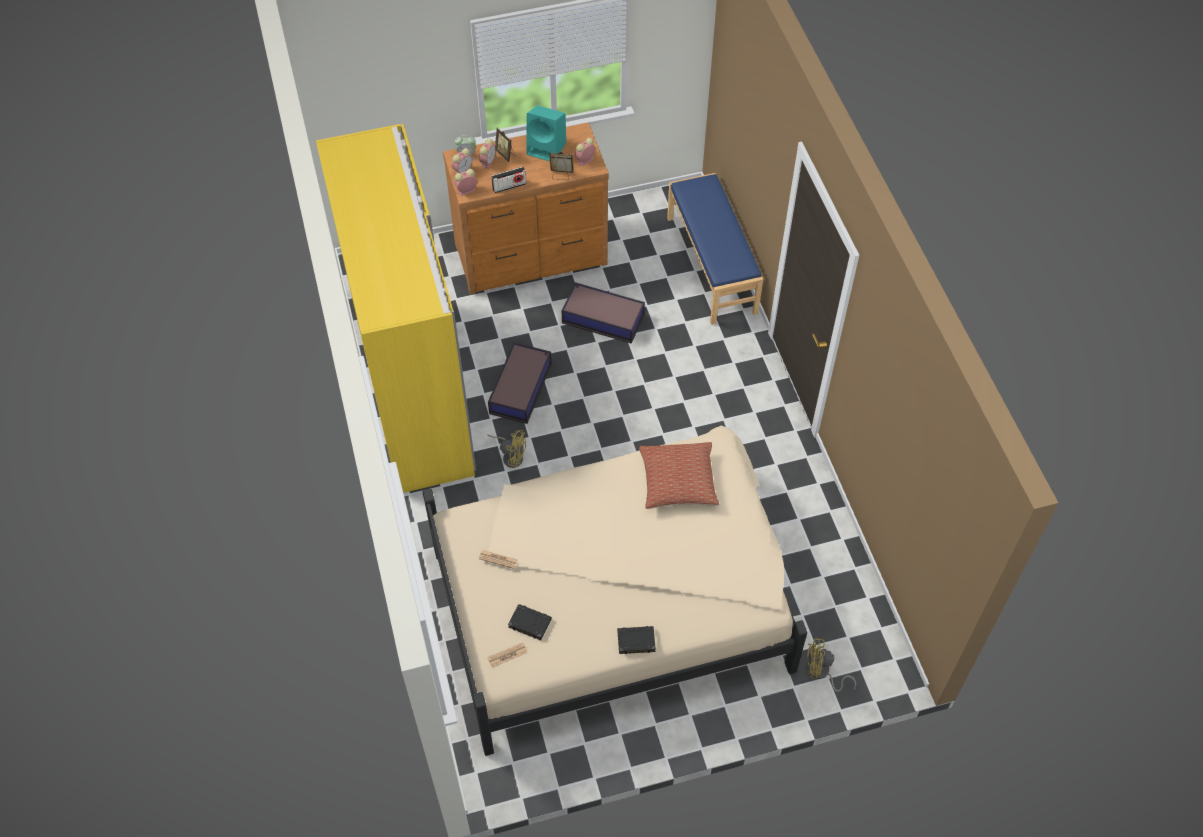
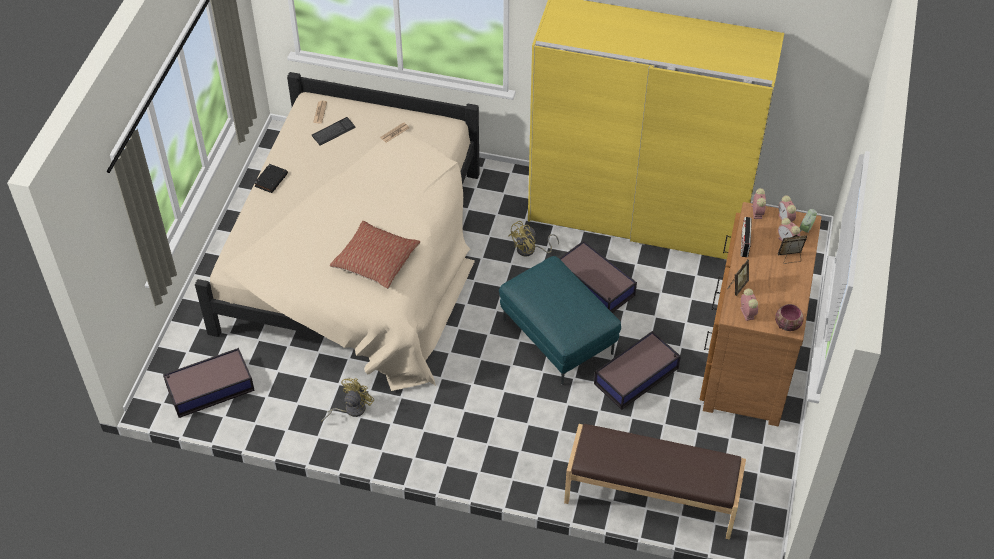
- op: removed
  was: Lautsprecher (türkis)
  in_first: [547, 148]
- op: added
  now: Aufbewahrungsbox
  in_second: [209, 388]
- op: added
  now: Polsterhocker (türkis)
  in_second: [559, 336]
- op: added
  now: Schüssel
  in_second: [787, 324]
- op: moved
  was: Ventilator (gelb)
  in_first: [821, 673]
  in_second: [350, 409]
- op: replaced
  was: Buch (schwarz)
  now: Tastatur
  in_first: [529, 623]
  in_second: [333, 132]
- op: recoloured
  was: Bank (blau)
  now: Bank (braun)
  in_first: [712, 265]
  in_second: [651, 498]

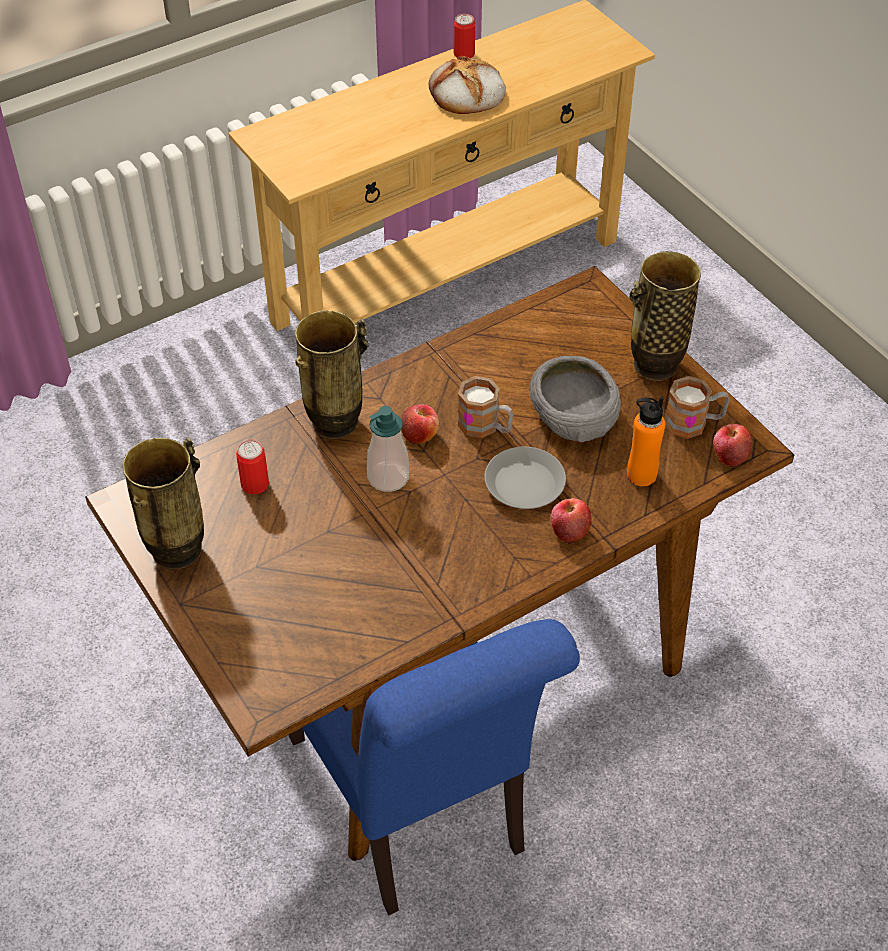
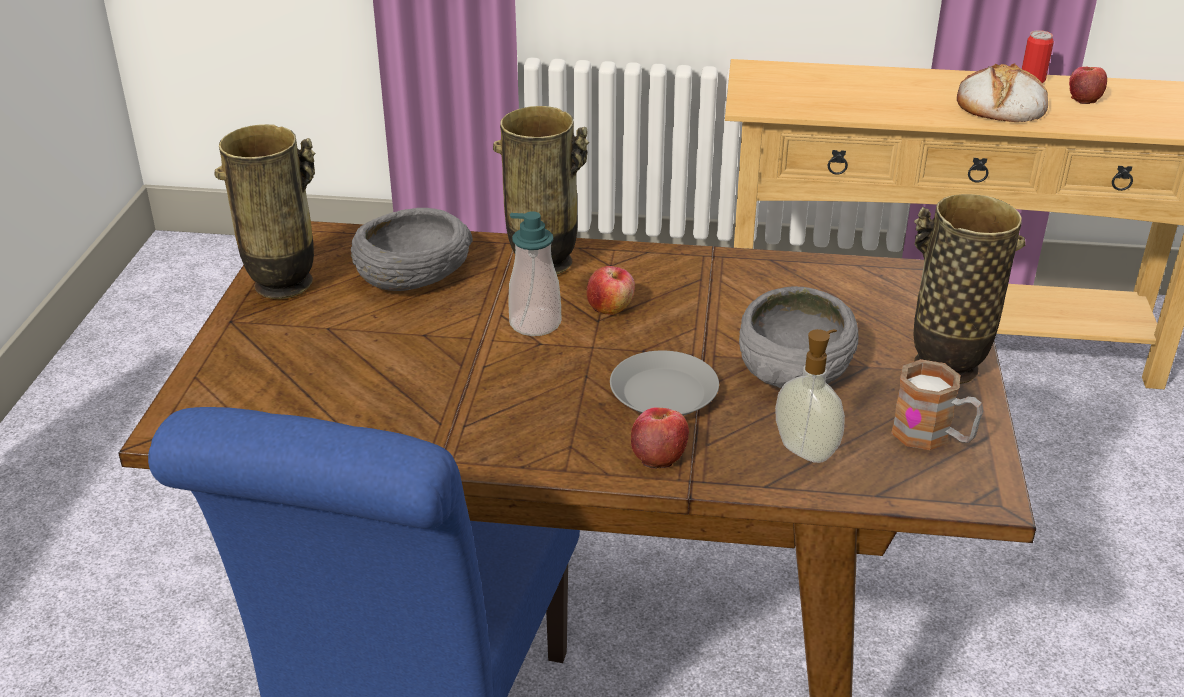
- op: removed
  was: Henkelbecher
  in_first: [485, 427]
- op: moved
  was: Apfel
  in_first: [729, 456]
  in_second: [1084, 98]
- op: replaced
  was: Dose
  now: Schüssel (grau)
  in_first: [255, 484]
  in_second: [412, 272]
- op: replaced
  was: Flasche (orange)
  now: Seifenspender
  in_first: [641, 475]
  in_second: [807, 449]

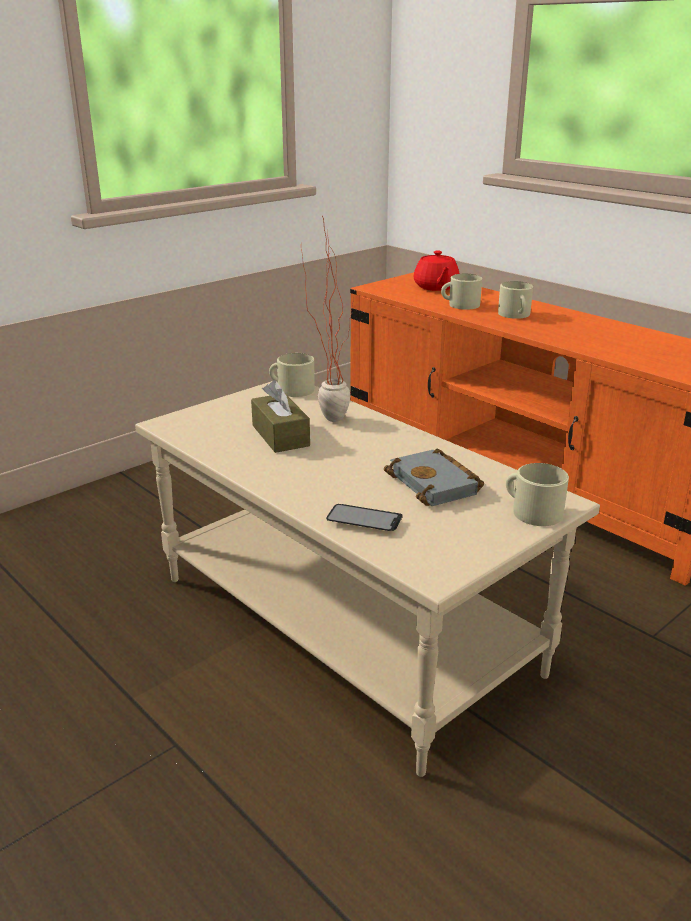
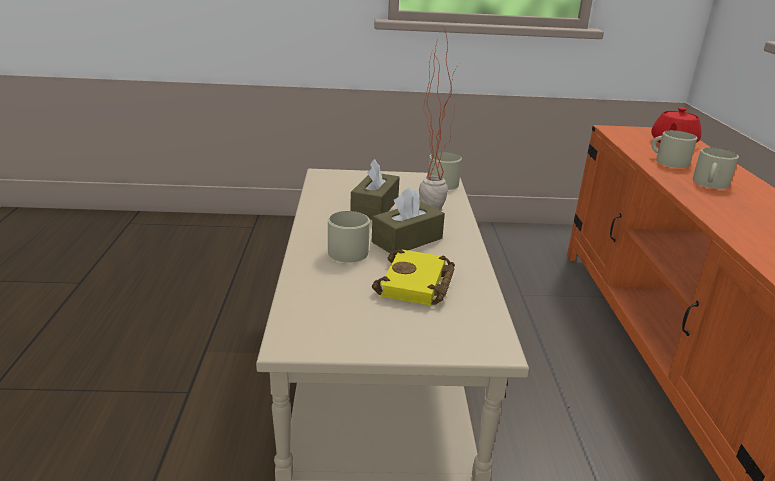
- op: removed
  was: Handy
  in_first: [364, 520]
- op: added
  now: Taschentuchbox (braun)
  in_second: [407, 240]
- op: moved
  was: Henkelbecher (beige)
  in_first: [531, 511]
  in_second: [347, 250]
- op: recoloured
  was: Buch (grau)
  now: Buch (gelb)
  in_first: [437, 484]
  in_second: [417, 285]

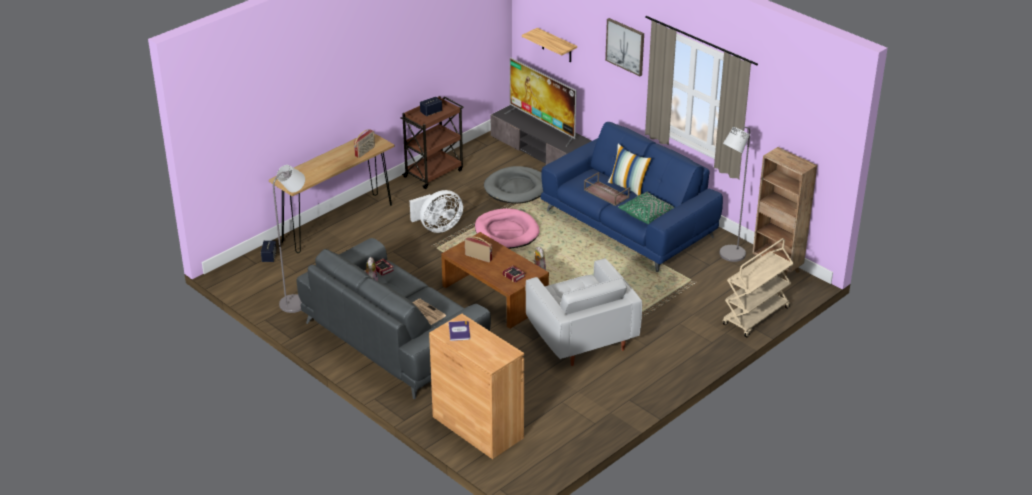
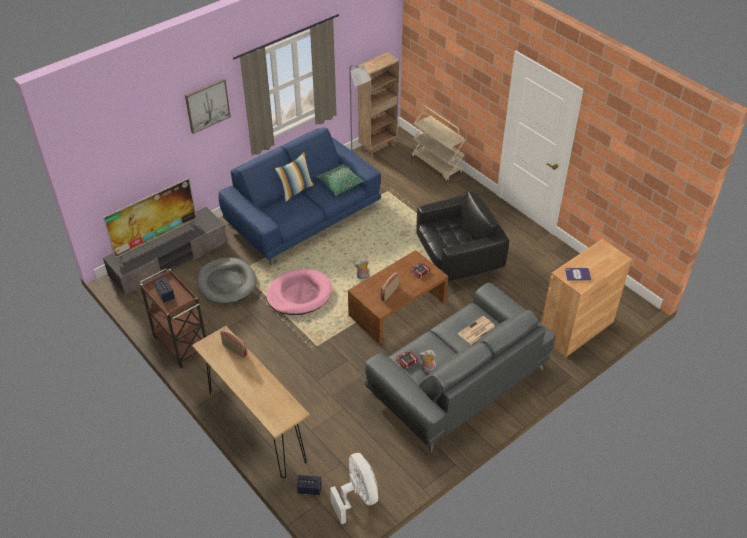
- op: removed
  was: Stehlampe (grau)
  in_first: [297, 302]
- op: removed
  was: Wandregal
  in_first: [556, 46]
- op: removed
  was: Tablett (braun)
  in_first: [605, 193]
- op: moved
  was: Ventilator (weiß)
  in_first: [437, 227]
  in_second: [357, 497]
- op: recoloured
  was: Sessel (weiß)
  now: Sessel (schwarz)
  in_first: [580, 336]
  in_second: [458, 259]

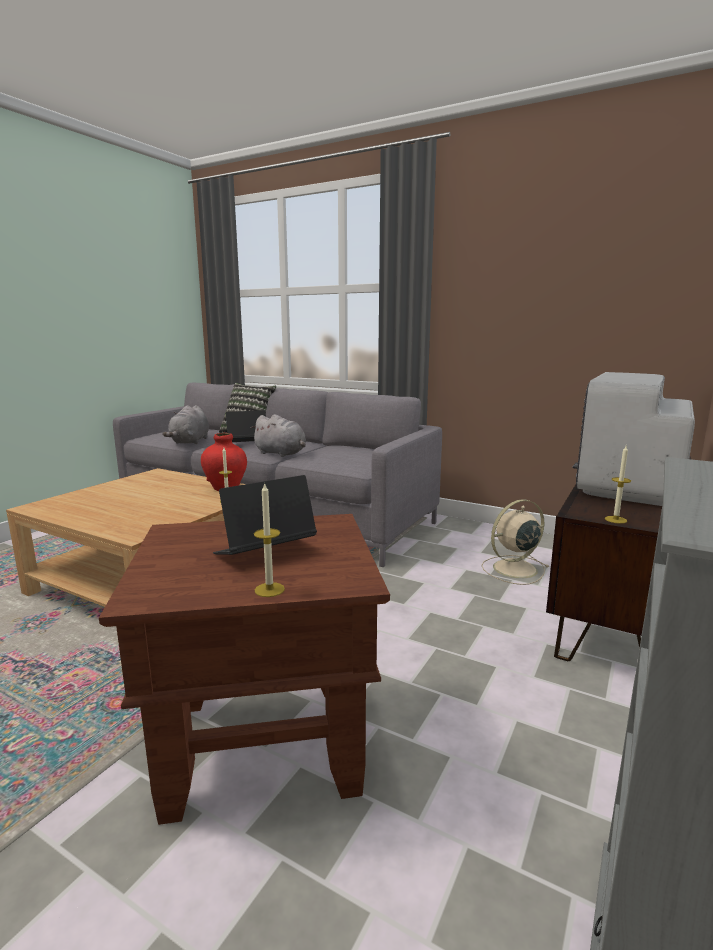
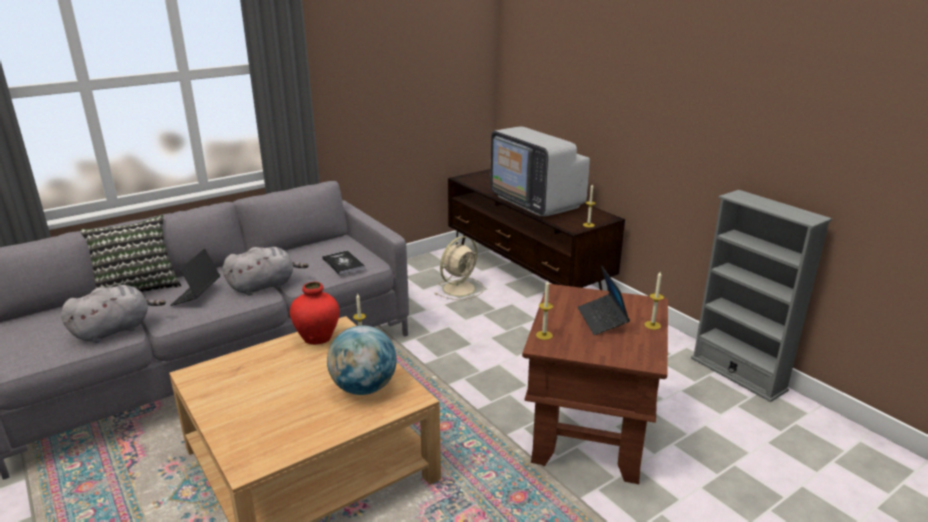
- op: added
  now: Buch
  in_second: [343, 263]
- op: added
  now: Globus
  in_second: [363, 388]
- op: added
  now: Kerze
  in_second: [544, 335]
- op: turned
  was: Plüschtier (grau)
  in_first: [190, 442]
  in_second: [115, 330]
  clockwise: -75
- op: turned
  was: Ventilator (beige)
  in_first: [513, 569]
  in_second: [460, 288]
  clockwise: -135

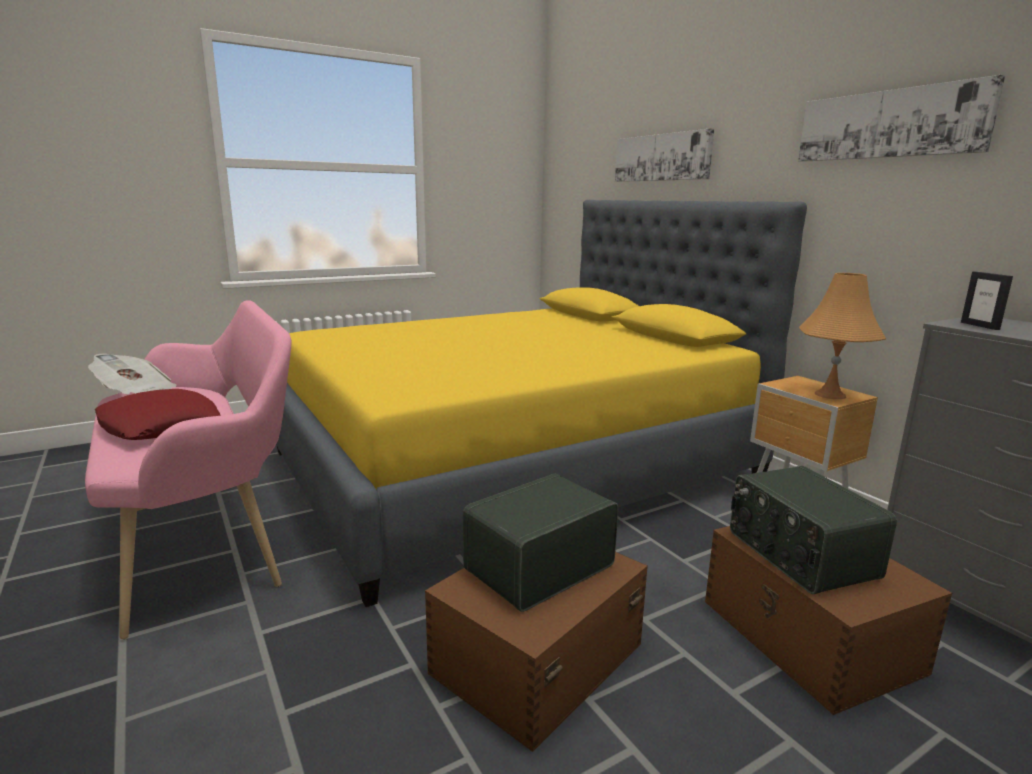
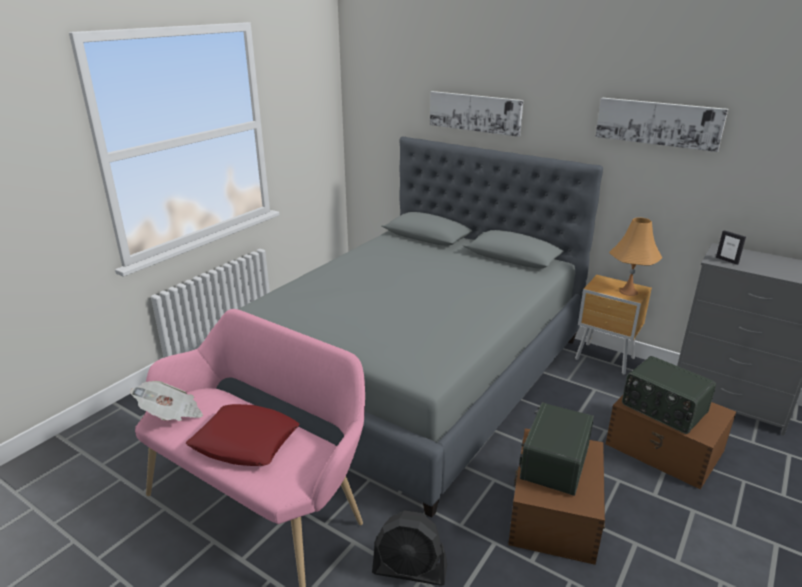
- op: added
  now: Ventilator (schwarz)
  in_second: [410, 570]
- op: recoloured
  was: Bett (gelb)
  now: Bett (grau)
  in_first: [512, 466]
  in_second: [415, 372]

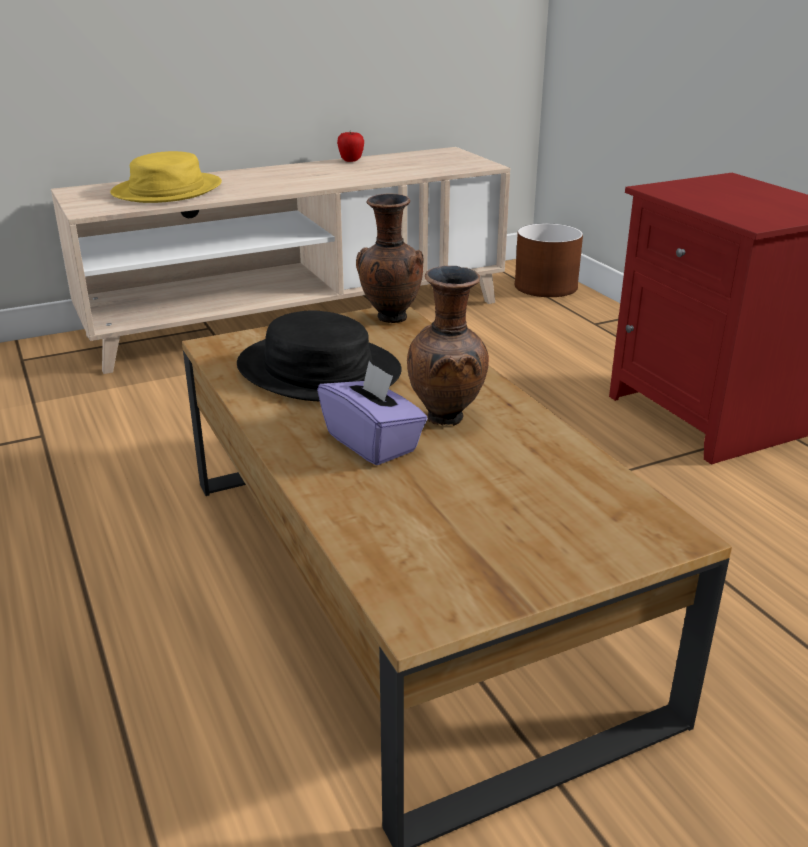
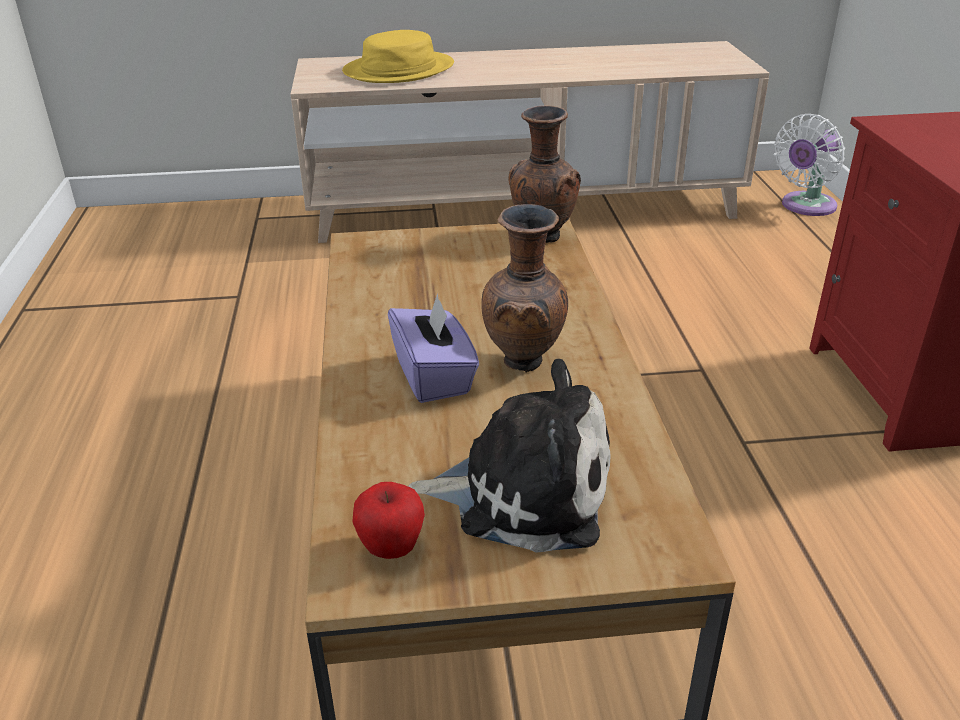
- op: removed
  was: Hut (schwarz)
  in_first: [318, 370]
- op: added
  now: Plüschtier
  in_second: [524, 491]
- op: moved
  was: Apfel
  in_first: [351, 161]
  in_second: [391, 548]
- op: replaced
  was: Pflanzkübel (braun)
  now: Ventilator (weiß)
  in_first: [546, 286]
  in_second: [805, 206]

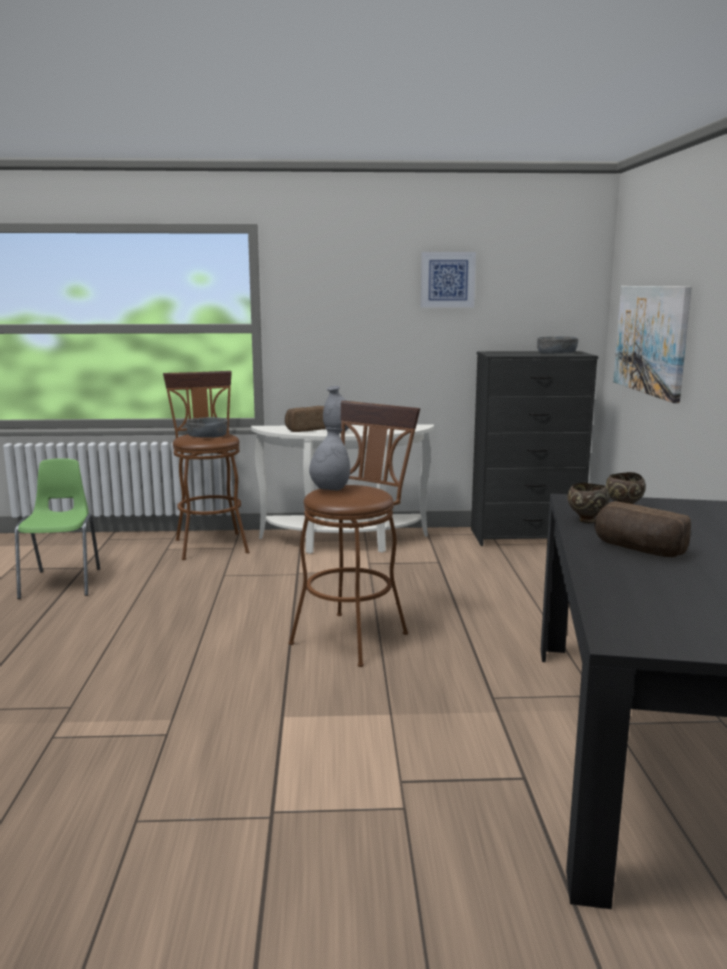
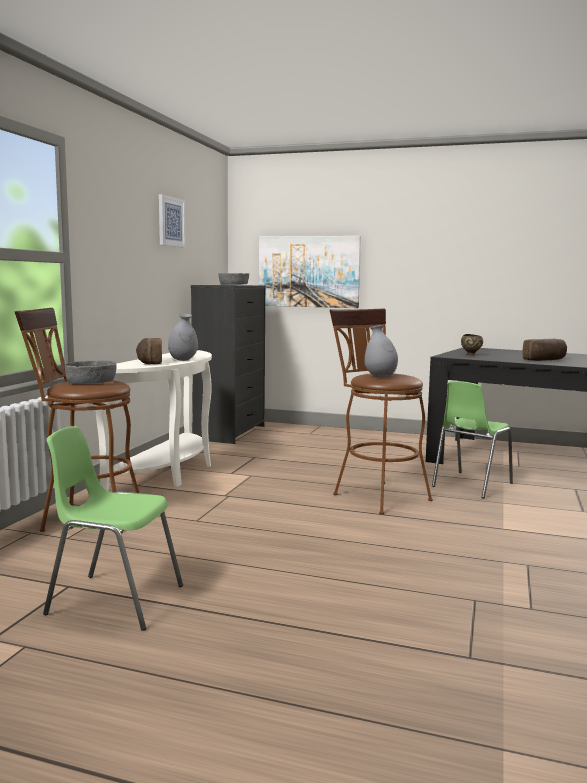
- op: removed
  was: Schüssel (braun)
  in_first: [585, 520]
- op: added
  now: Stuhl (grün)
  in_second: [470, 485]

